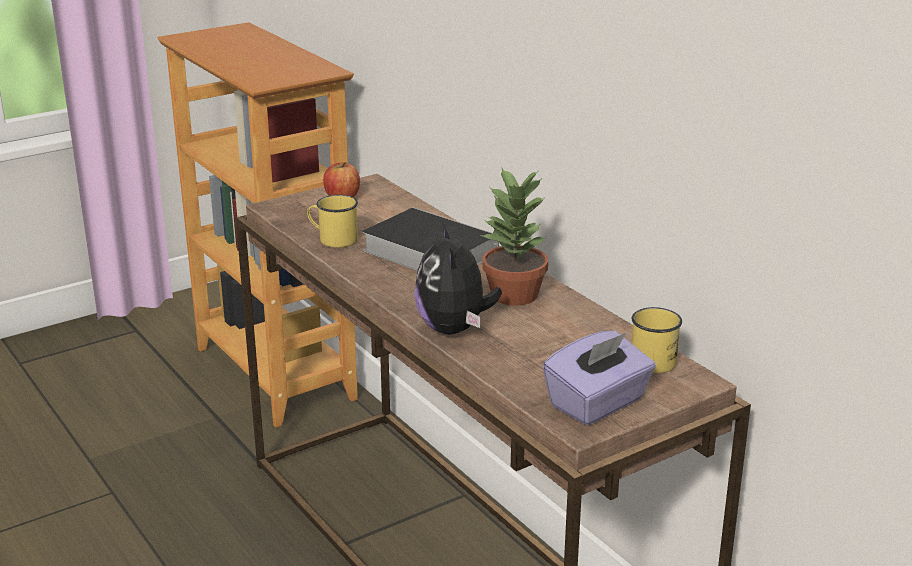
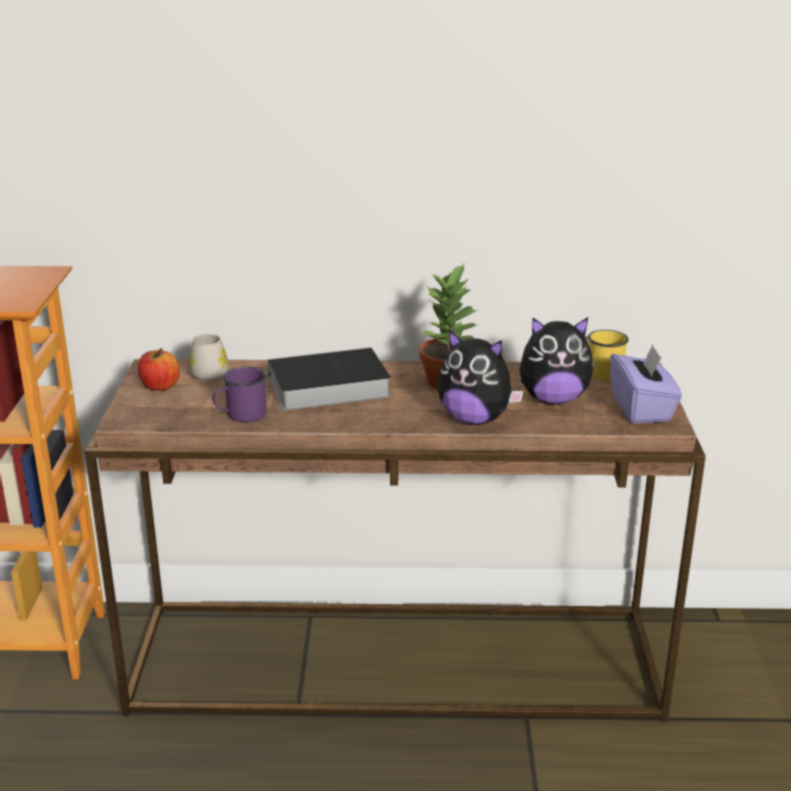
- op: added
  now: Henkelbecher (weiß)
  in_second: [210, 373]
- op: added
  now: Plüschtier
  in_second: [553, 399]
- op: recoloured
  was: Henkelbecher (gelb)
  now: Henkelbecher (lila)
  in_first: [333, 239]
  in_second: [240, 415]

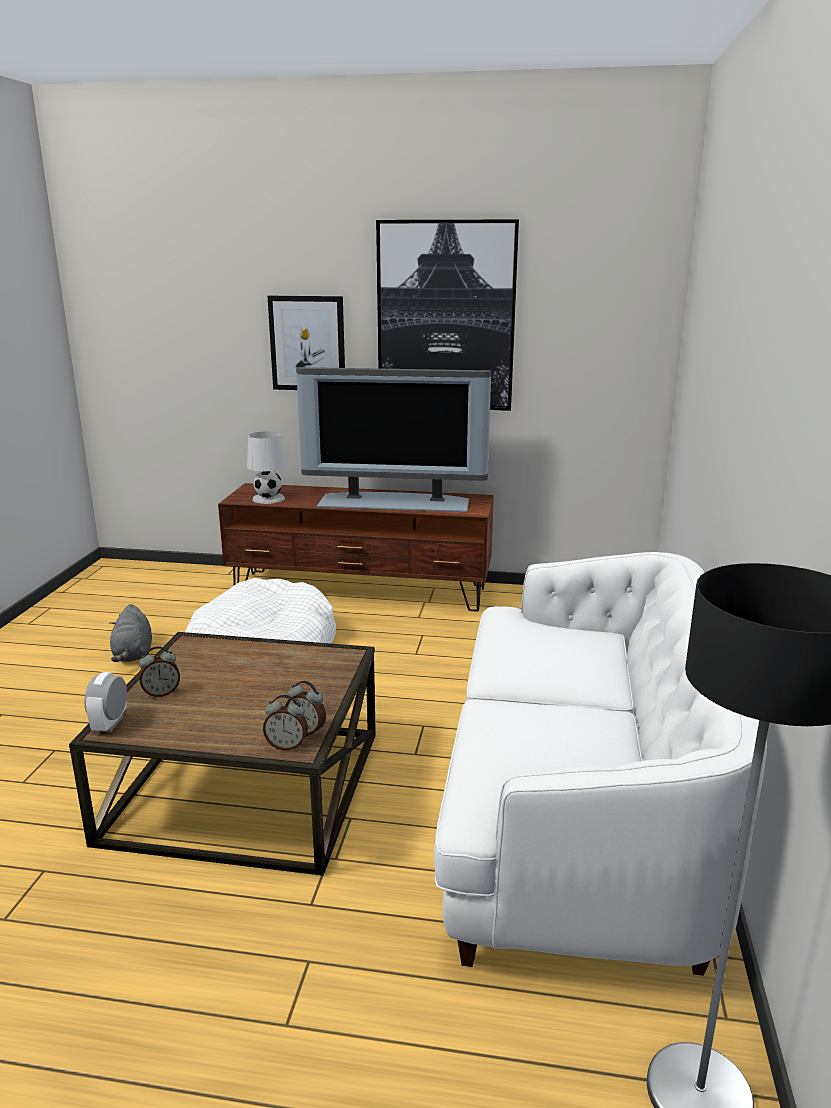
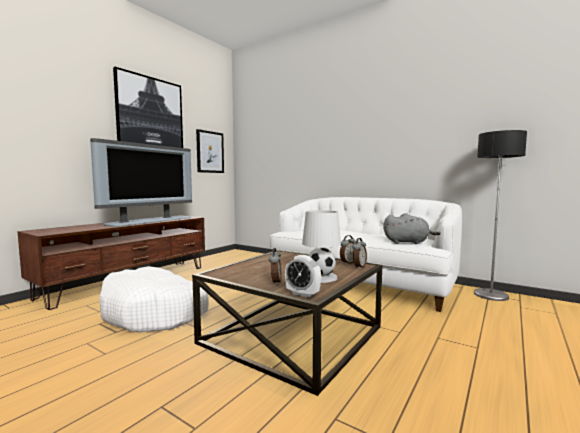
- op: moved
  was: Plüschtier (grau)
  in_first: [133, 654]
  in_second: [408, 242]
- op: moved
  was: Tischlampe (weiß)
  in_first: [268, 499]
  in_second: [321, 277]
- op: moved
  was: Bild
  in_first: [307, 343]
  in_second: [210, 152]

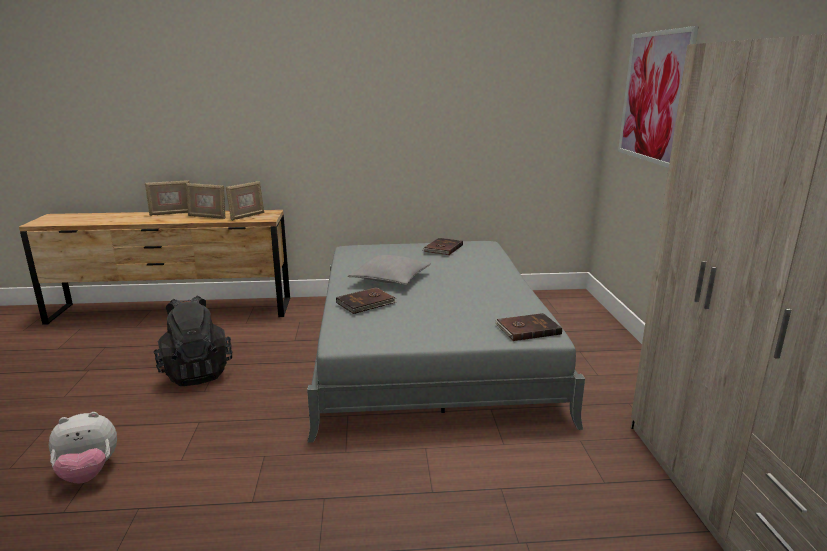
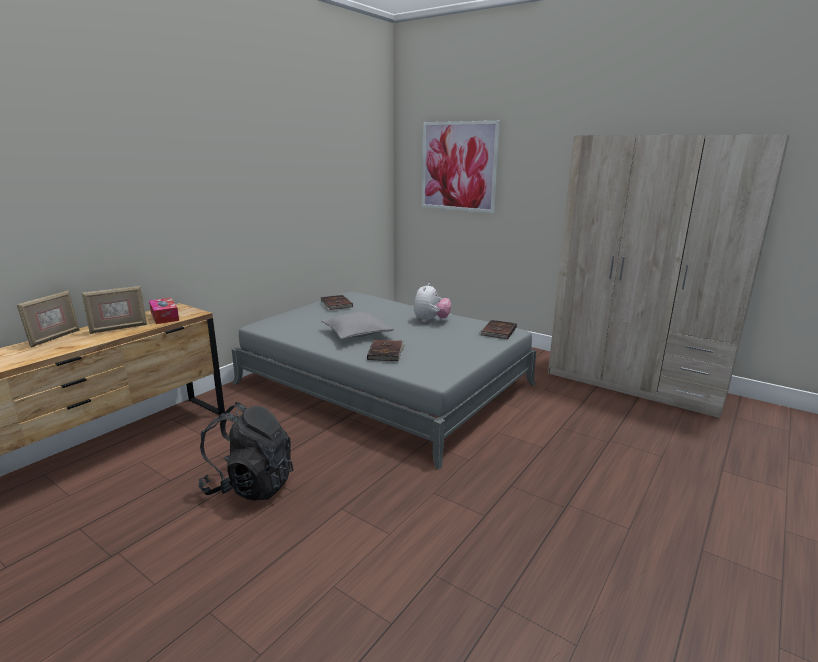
- op: moved
  was: Plüschtier
  in_first: [88, 473]
  in_second: [431, 321]
- op: replaced
  was: Bilderrahmen
  now: Taschentuchbox
  in_first: [247, 216]
  in_second: [164, 316]

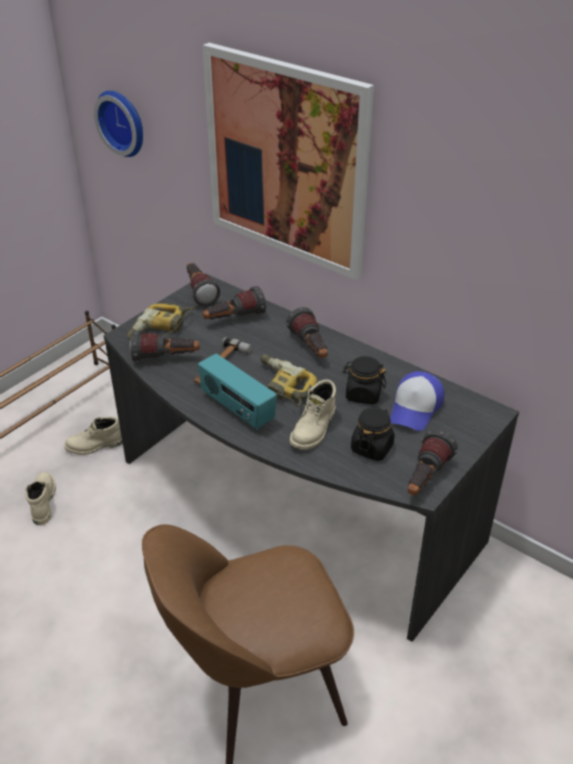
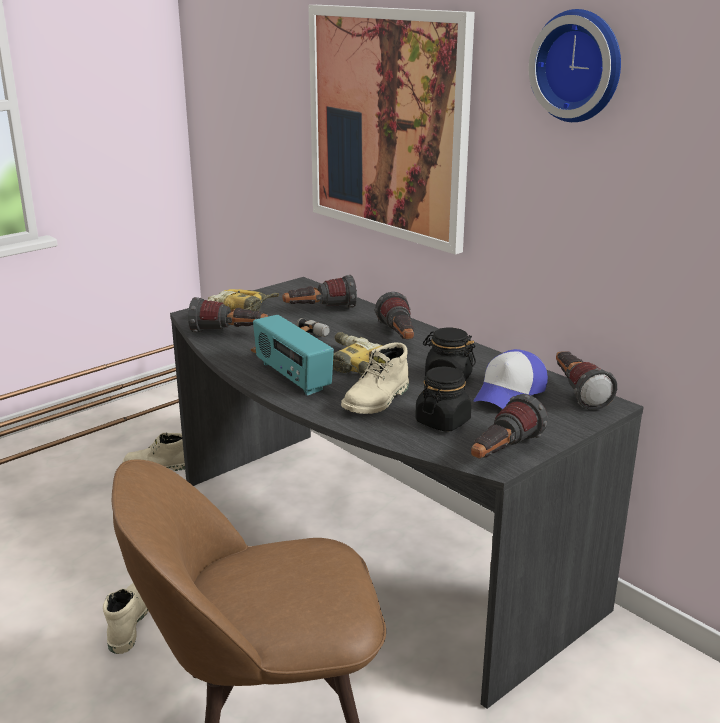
- op: moved
  was: Stiefel (beige)
  in_first: [42, 501]
  in_second: [128, 623]
- op: moved
  was: Wanduhr
  in_first: [123, 122]
  in_second: [579, 66]
- op: moved
  was: Taschenlampe
  in_first: [199, 292]
  in_second: [576, 392]

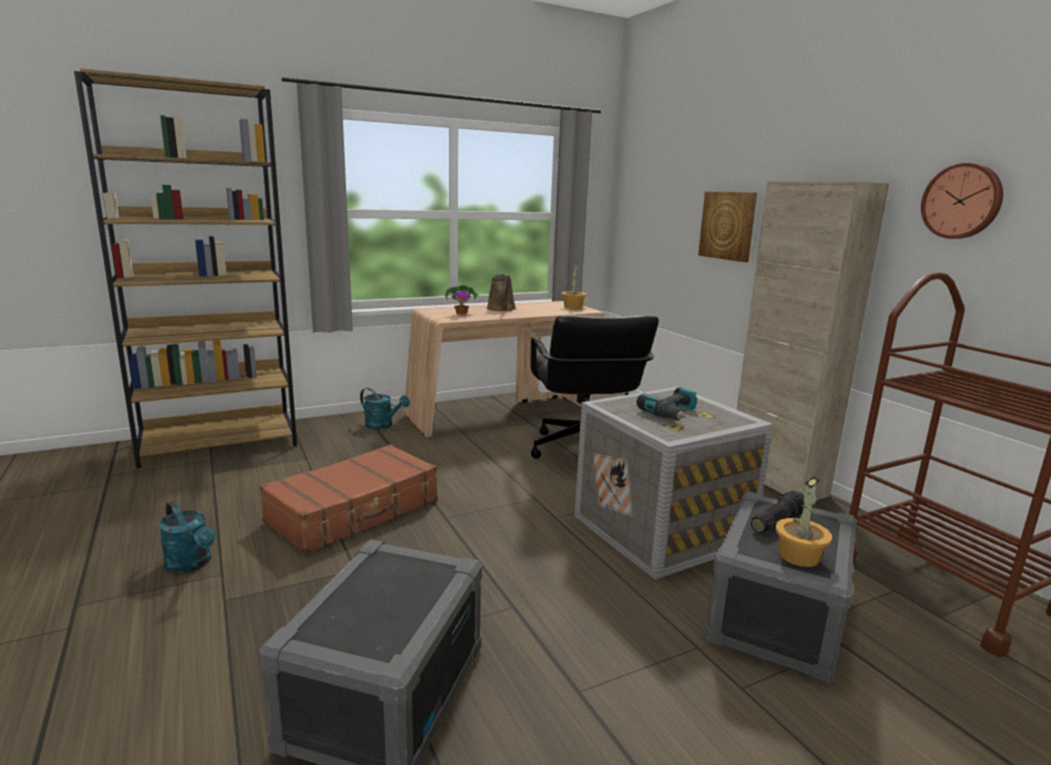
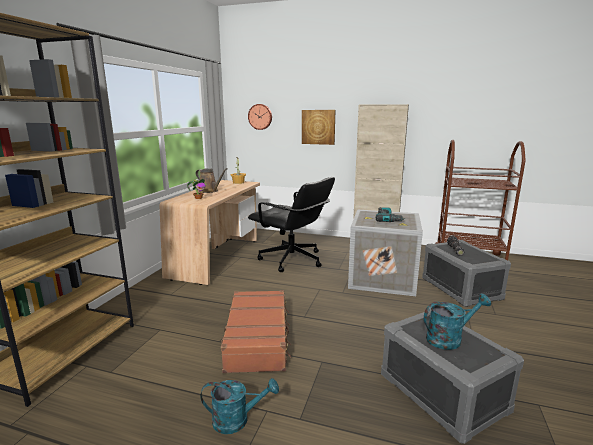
- op: removed
  was: Topfpflanze
  in_first: [799, 556]
- op: moved
  was: Gießkanne (türkis)
  in_first: [383, 426]
  in_second: [449, 338]
- op: moved
  was: Wanduhr
  in_first: [962, 201]
  in_second: [260, 116]

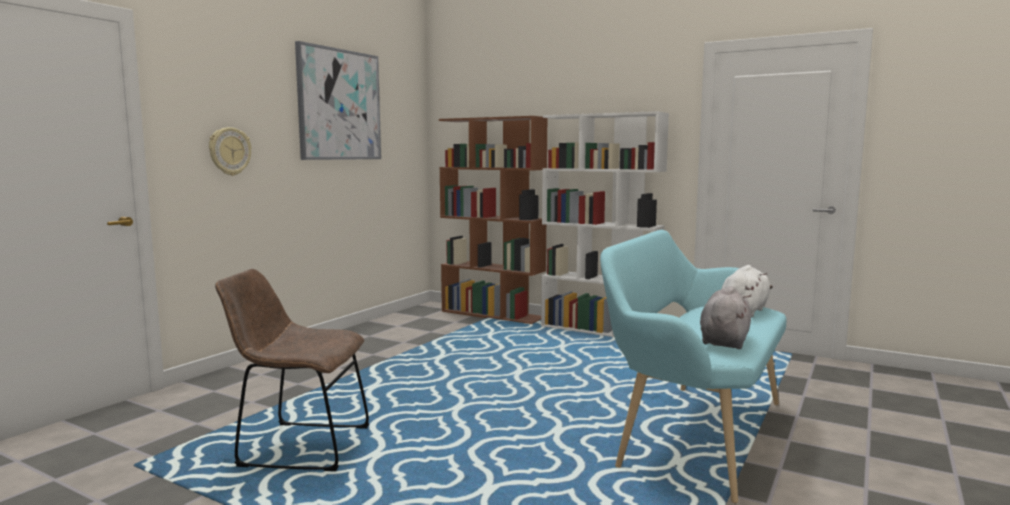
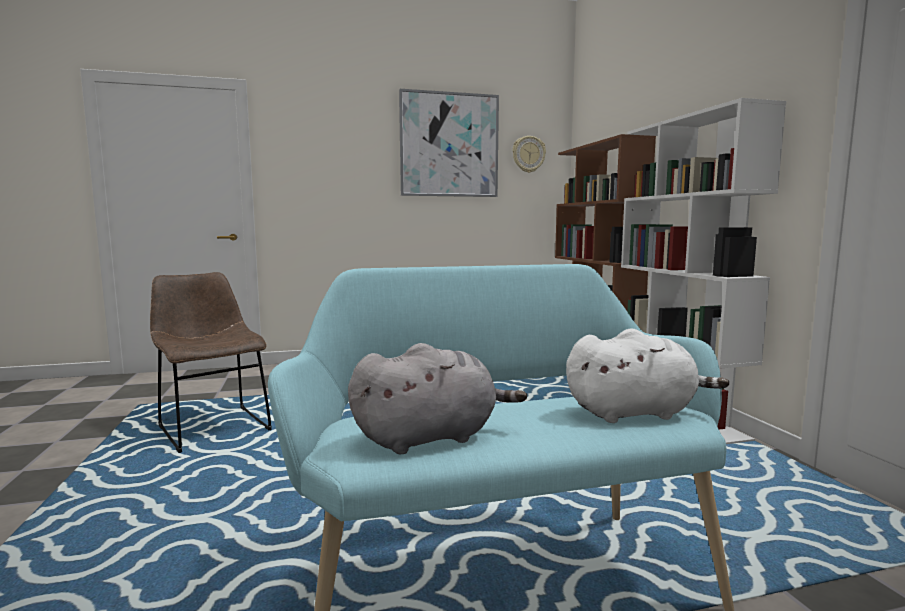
- op: moved
  was: Wanduhr
  in_first: [229, 151]
  in_second: [528, 154]

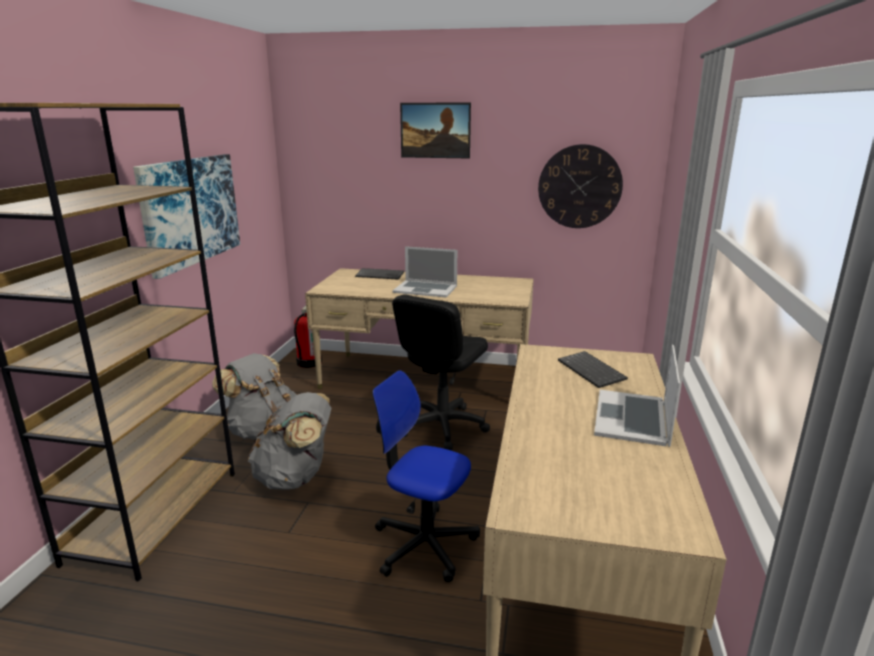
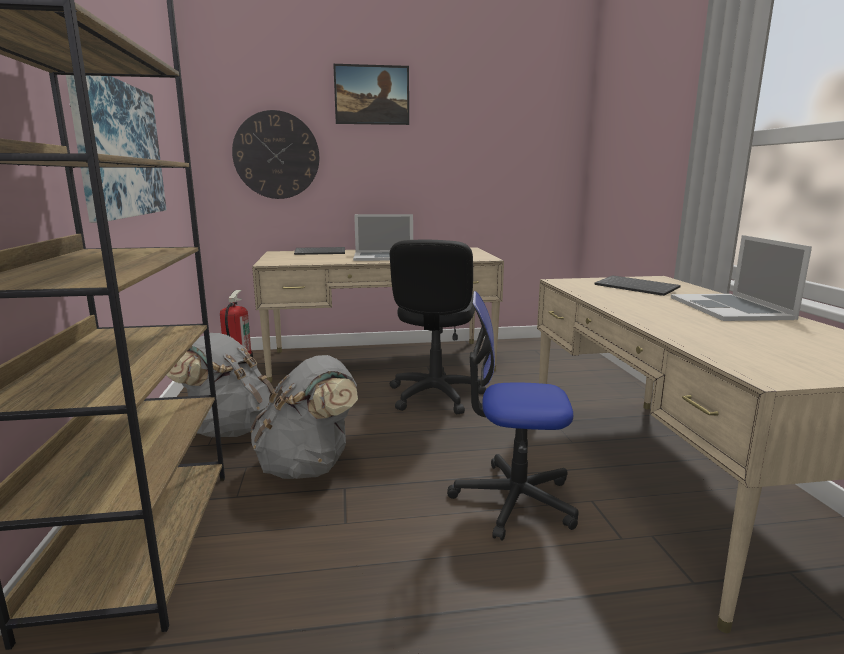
- op: moved
  was: Wanduhr
  in_first: [579, 187]
  in_second: [276, 155]

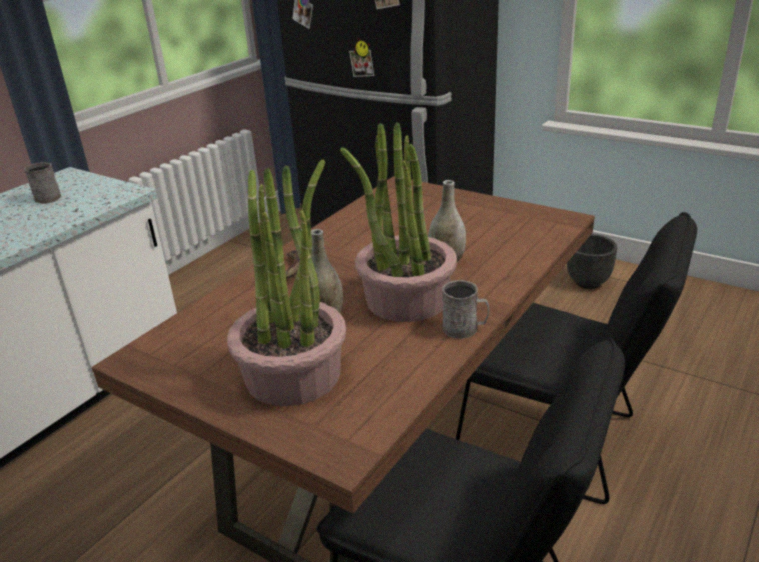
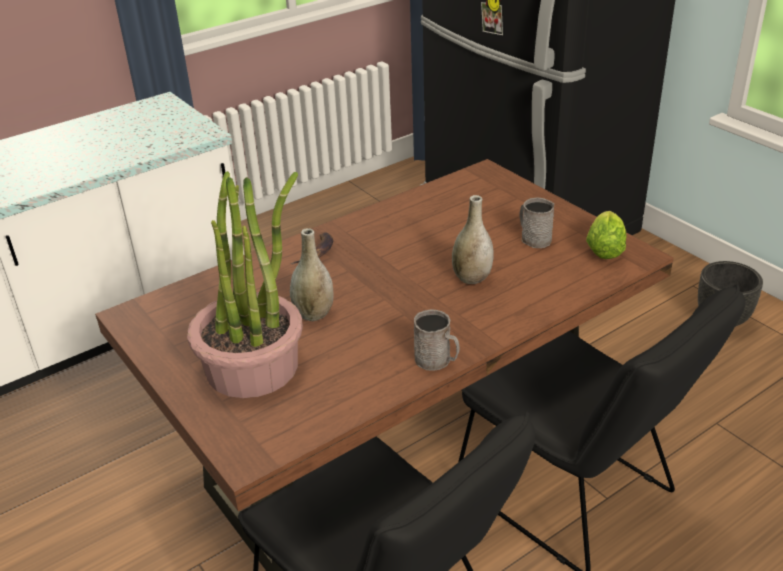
- op: removed
  was: Topfpflanze
  in_first: [406, 299]
- op: added
  now: Salatkopf
  in_second: [605, 248]
- op: moved
  was: Henkelbecher (grau)
  in_first: [45, 198]
  in_second: [533, 238]

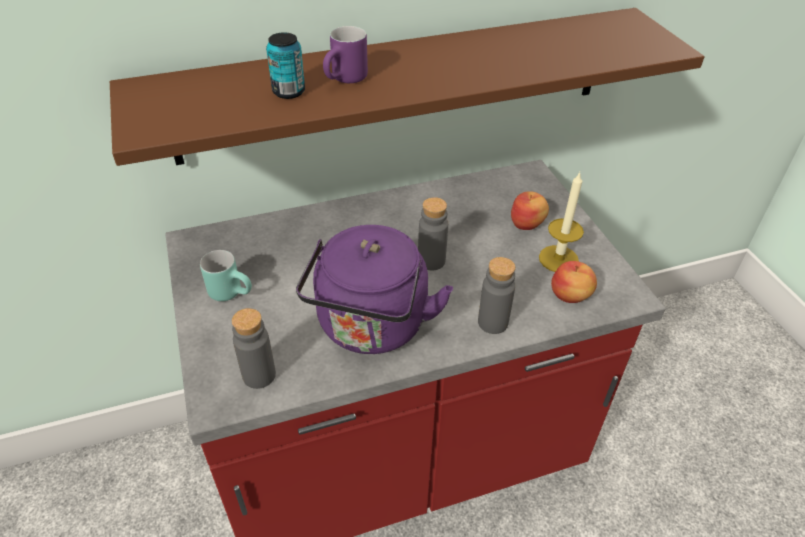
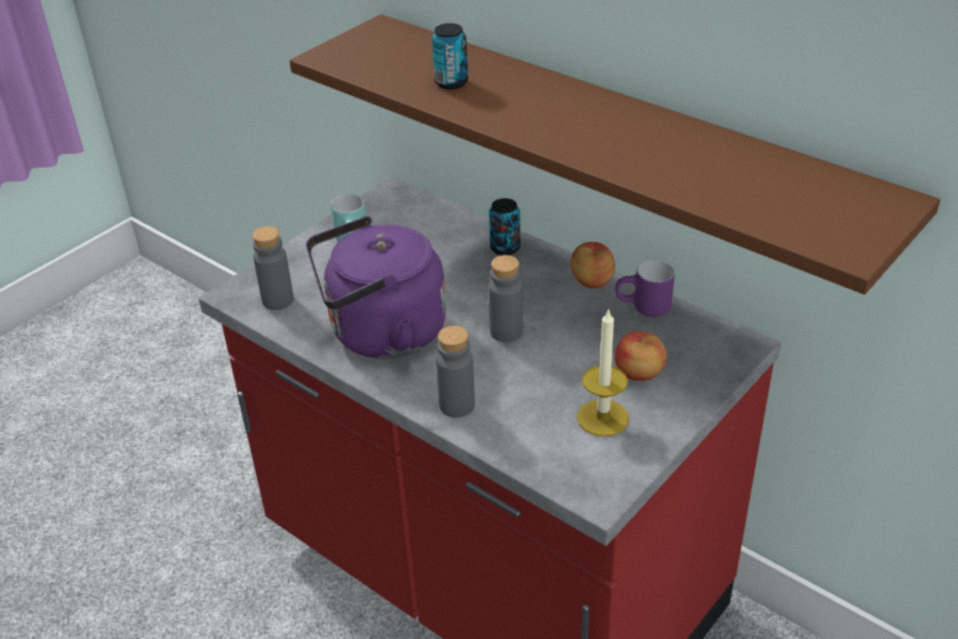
- op: added
  now: Dose
  in_second: [505, 248]
- op: moved
  was: Henkelbecher (lila)
  in_first: [346, 81]
  in_second: [643, 310]
- op: moved
  was: Apfel
  in_first: [570, 296]
  in_second: [591, 281]

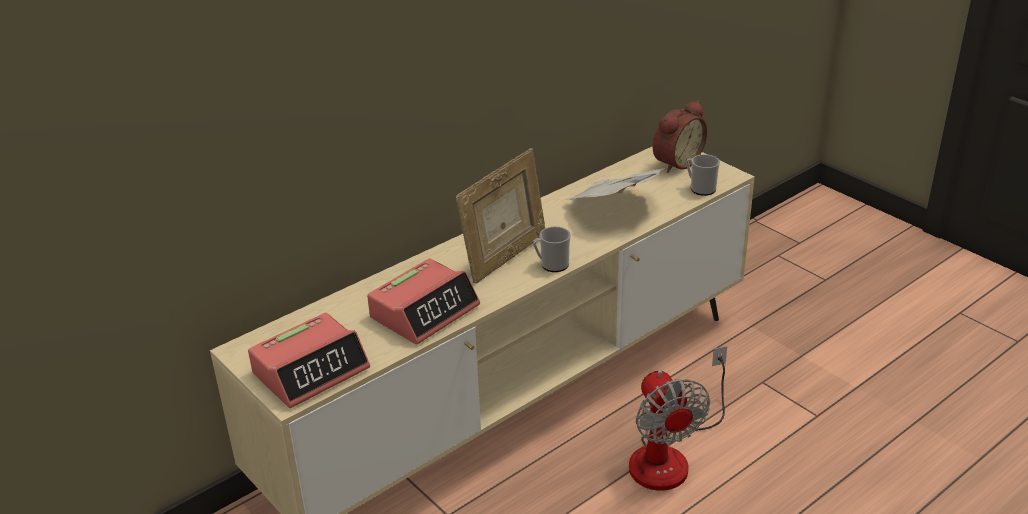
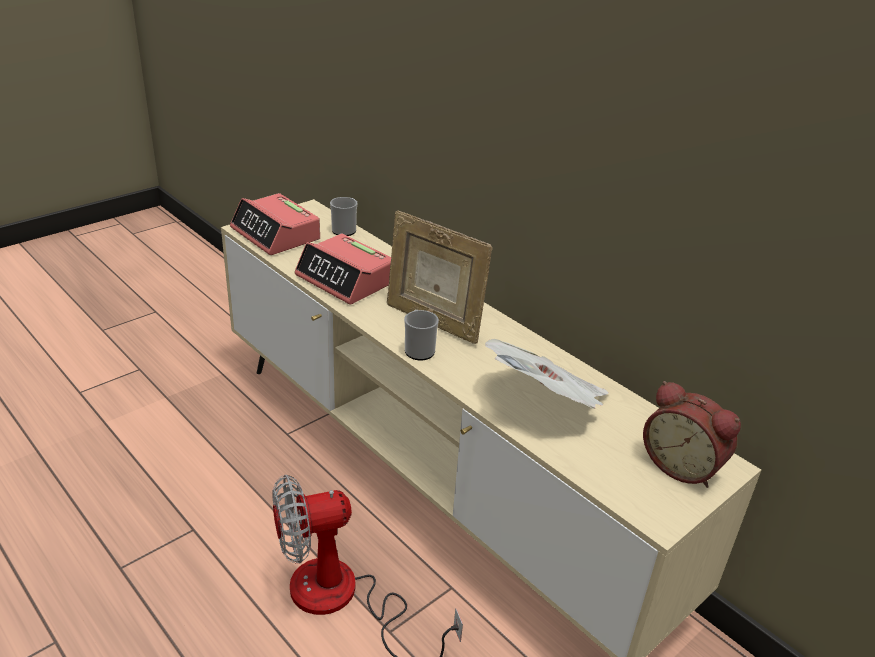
- op: moved
  was: Henkelbecher
  in_first: [700, 188]
  in_second: [345, 229]

